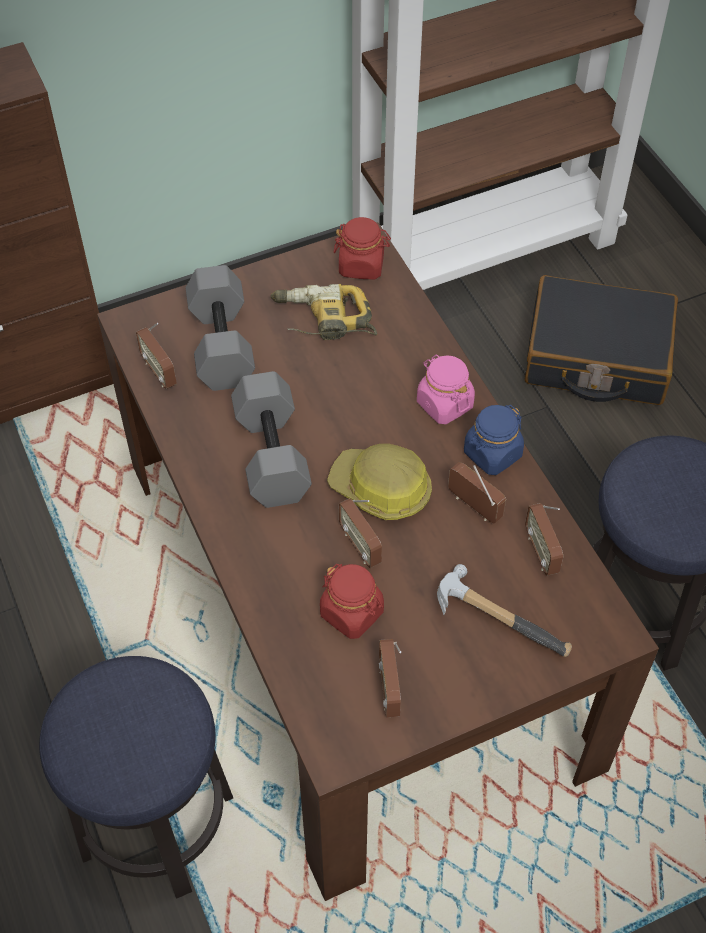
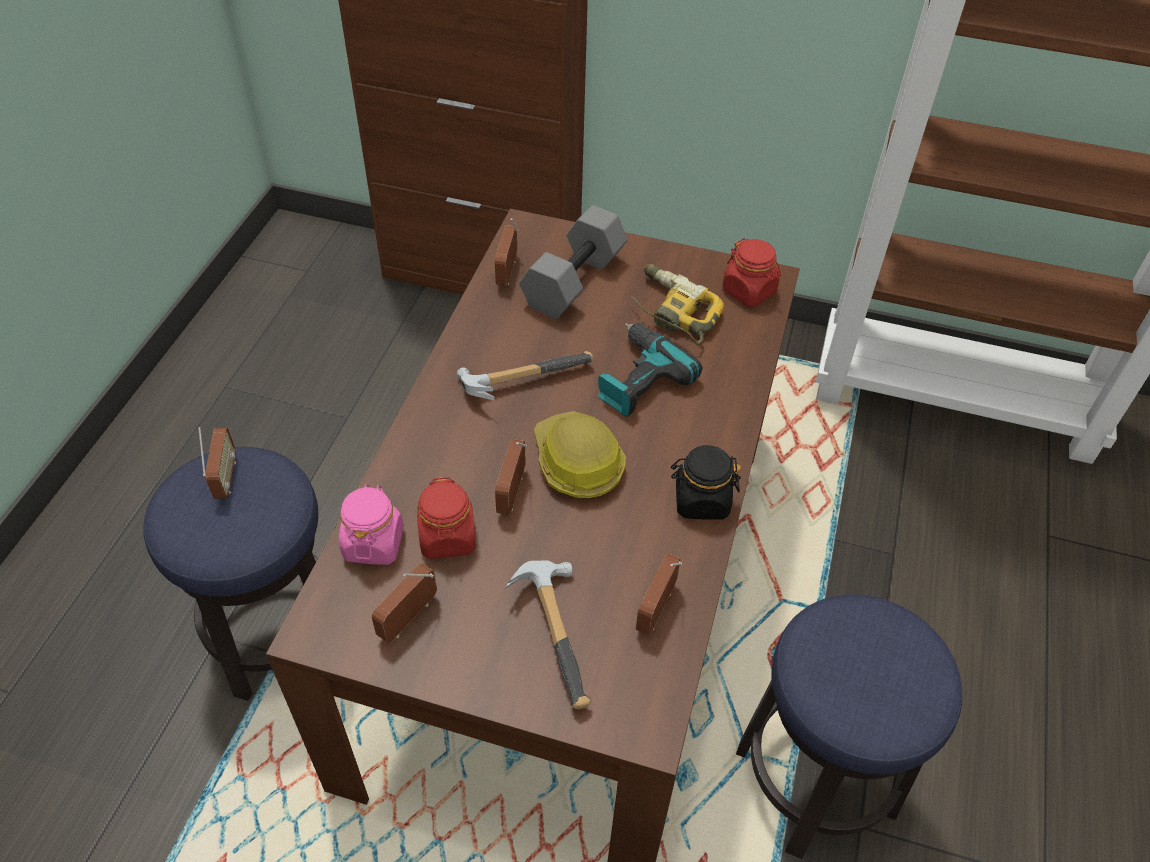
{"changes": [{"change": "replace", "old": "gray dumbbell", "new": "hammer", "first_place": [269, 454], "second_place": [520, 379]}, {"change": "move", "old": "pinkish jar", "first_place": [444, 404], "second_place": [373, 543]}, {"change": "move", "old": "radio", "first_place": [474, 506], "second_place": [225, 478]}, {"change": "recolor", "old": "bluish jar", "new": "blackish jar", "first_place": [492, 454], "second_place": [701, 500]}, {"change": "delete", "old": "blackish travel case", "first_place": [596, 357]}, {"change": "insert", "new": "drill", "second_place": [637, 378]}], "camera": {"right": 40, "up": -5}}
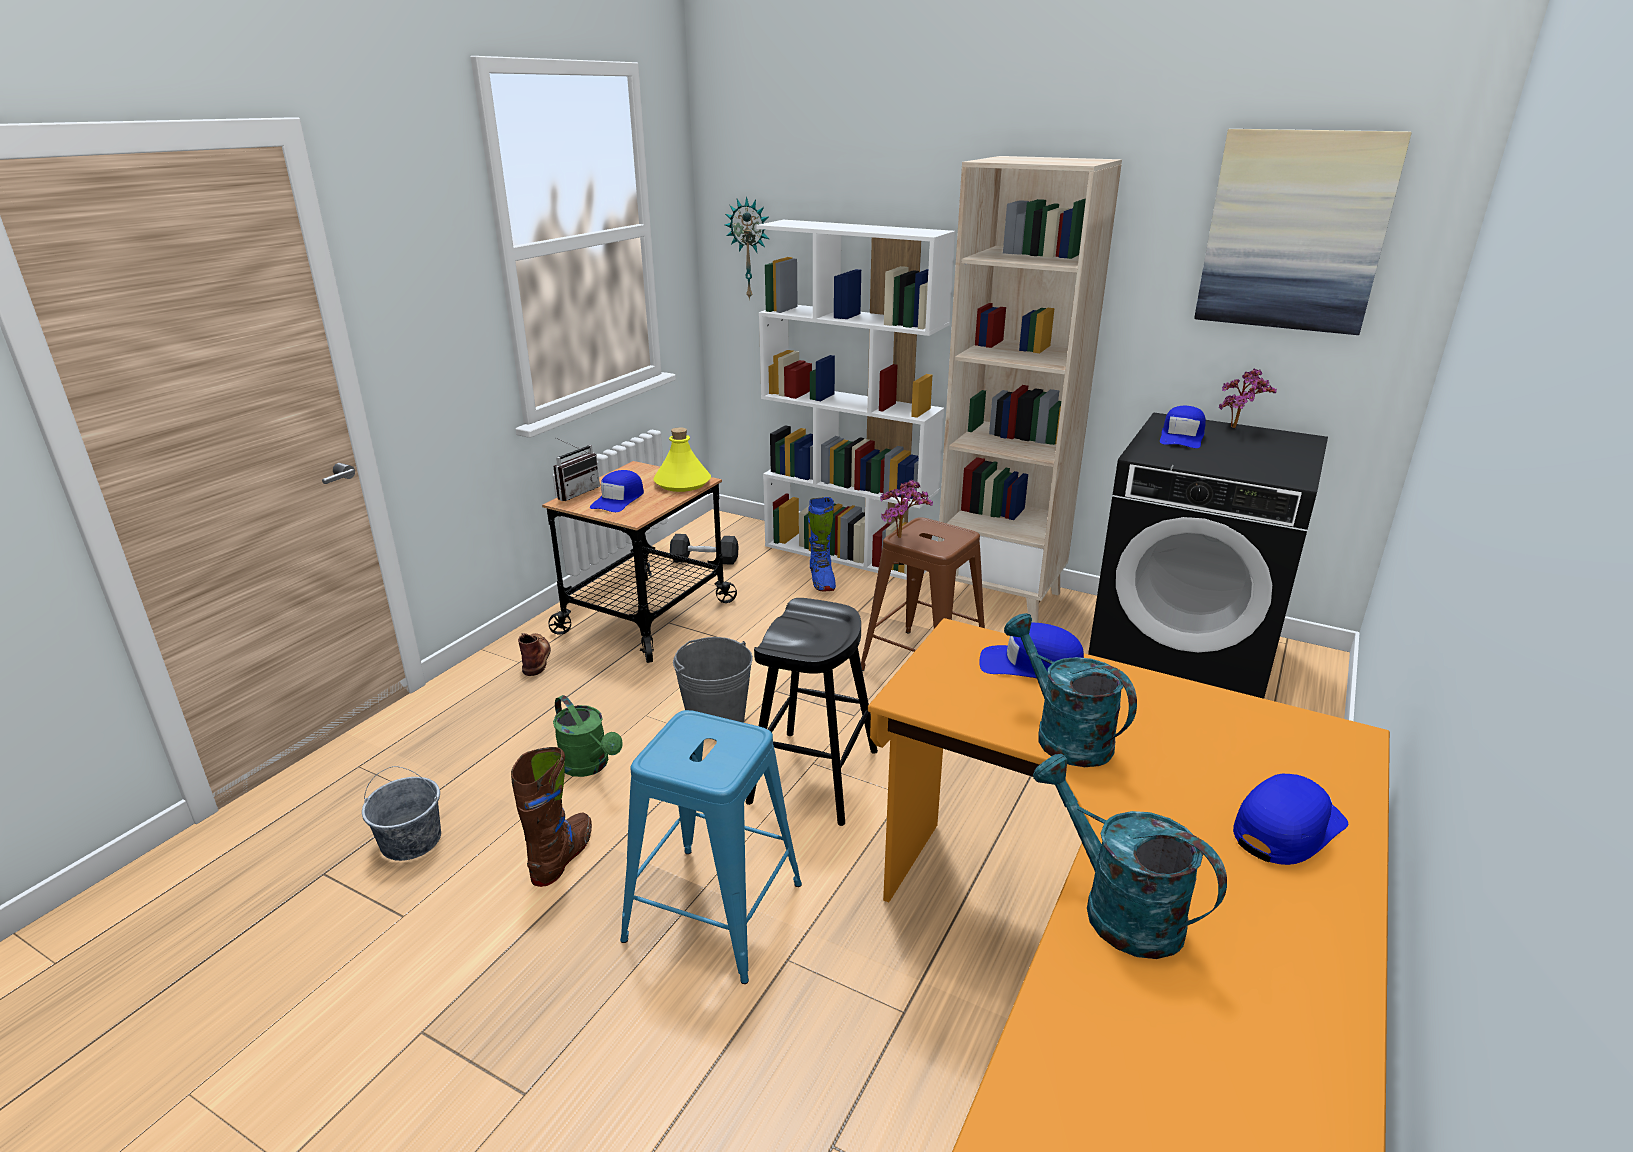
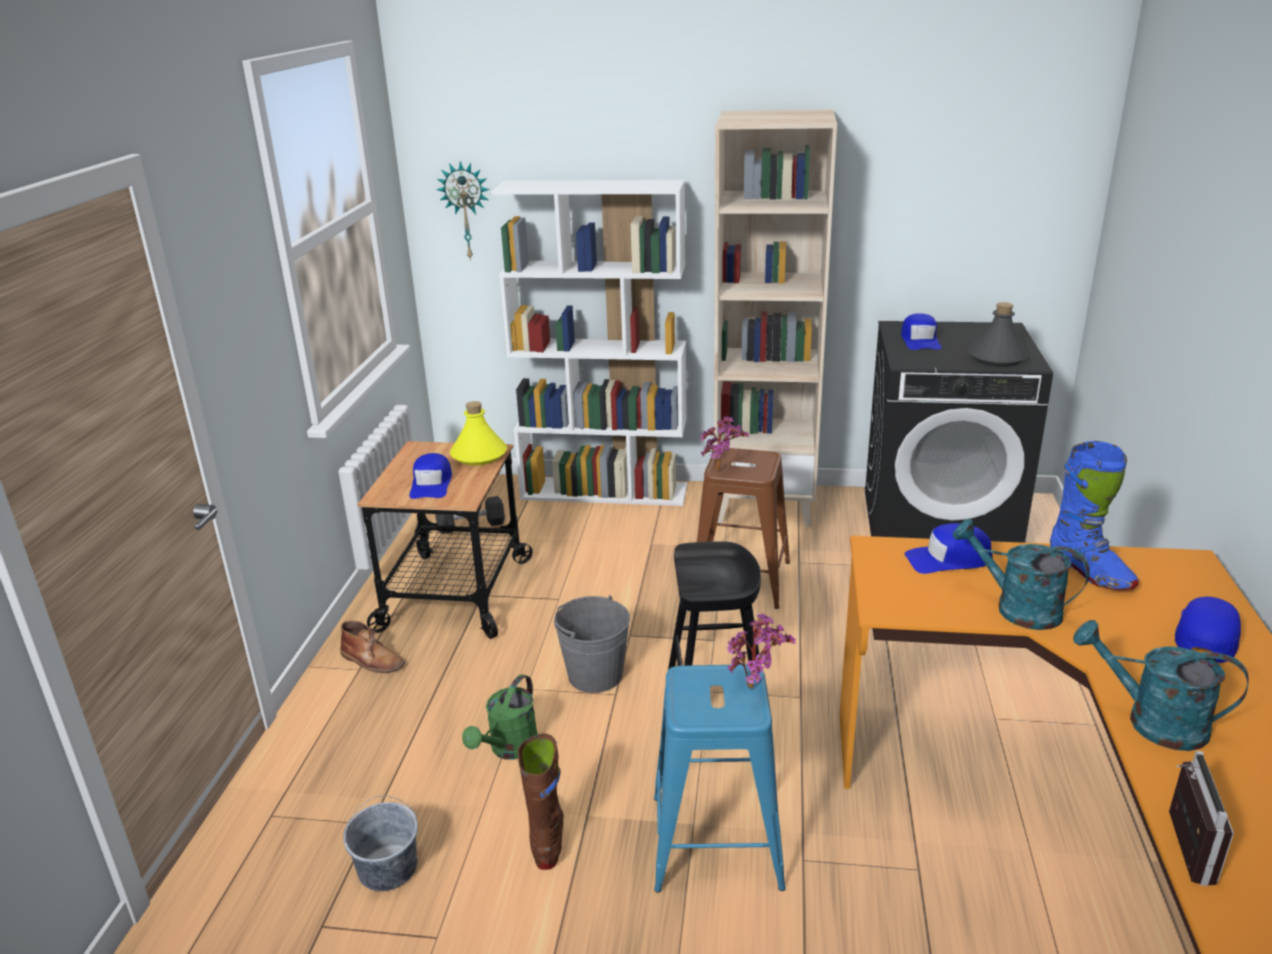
{"changes": [{"change": "rotate", "old": "brownish tall boot", "first_place": [535, 657], "second_place": [372, 660], "degrees": 150}, {"change": "move", "old": "radio", "first_place": [575, 492], "second_place": [1177, 846]}, {"change": "rotate", "old": "green-coloured watering pot", "first_place": [589, 766], "second_place": [509, 749], "degrees": 90}, {"change": "move", "old": "bluish tall boot", "first_place": [822, 581], "second_place": [1089, 572]}, {"change": "delete", "old": "picture", "first_place": [1295, 231]}, {"change": "move", "old": "plant in a pot", "first_place": [1238, 429], "second_place": [756, 688]}, {"change": "insert", "new": "gray beverage bottle", "second_place": [997, 358]}], "camera": {"right": -20, "up": 0}}
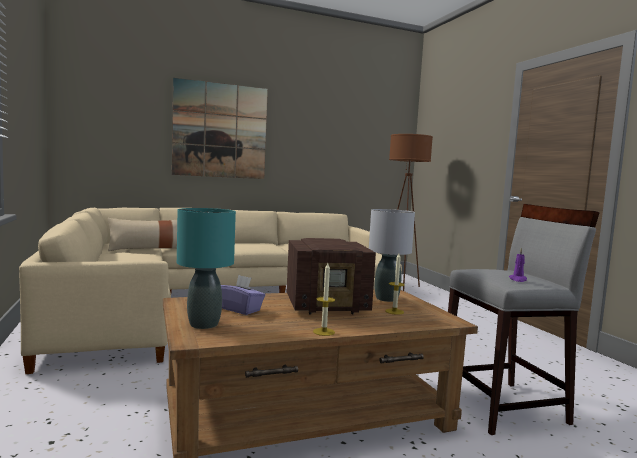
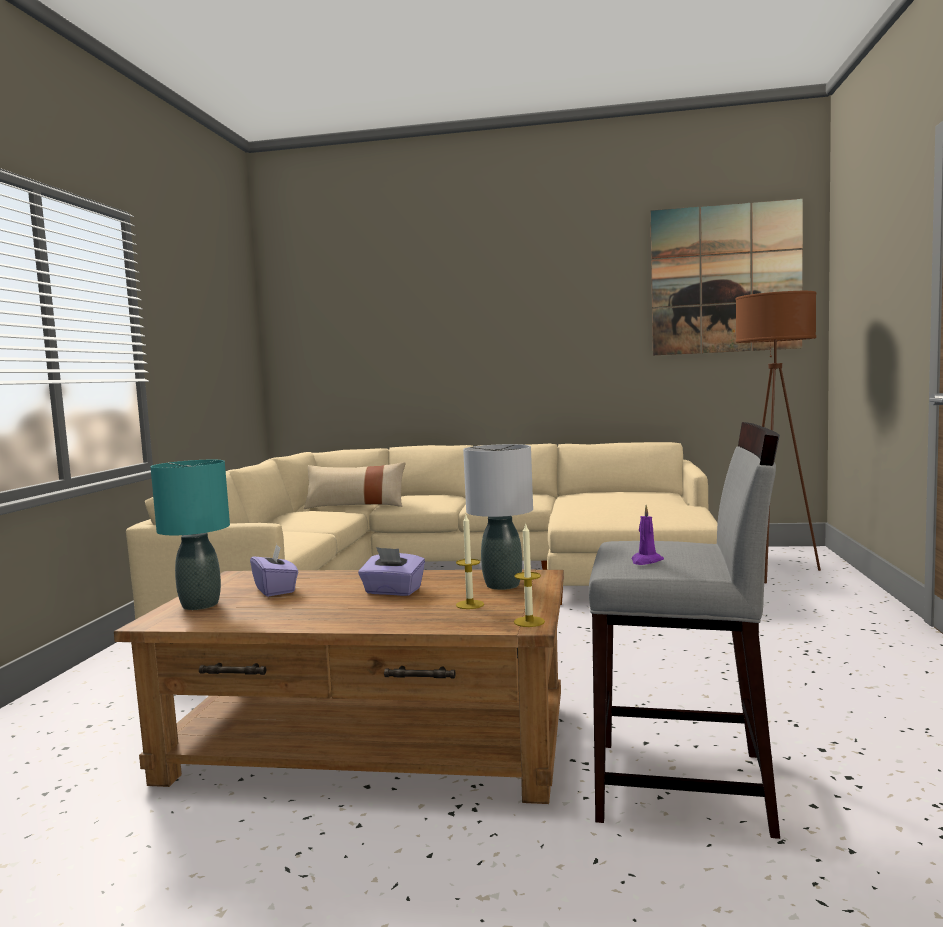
{"changes": [{"change": "move", "old": "picture", "first_place": [220, 130], "second_place": [725, 279]}, {"change": "replace", "old": "radio", "new": "purple-coloured tissue holder", "first_place": [328, 306], "second_place": [392, 591]}, {"change": "move", "old": "wax light", "first_place": [324, 332], "second_place": [529, 622]}], "camera": {"right": 30, "up": 0}}
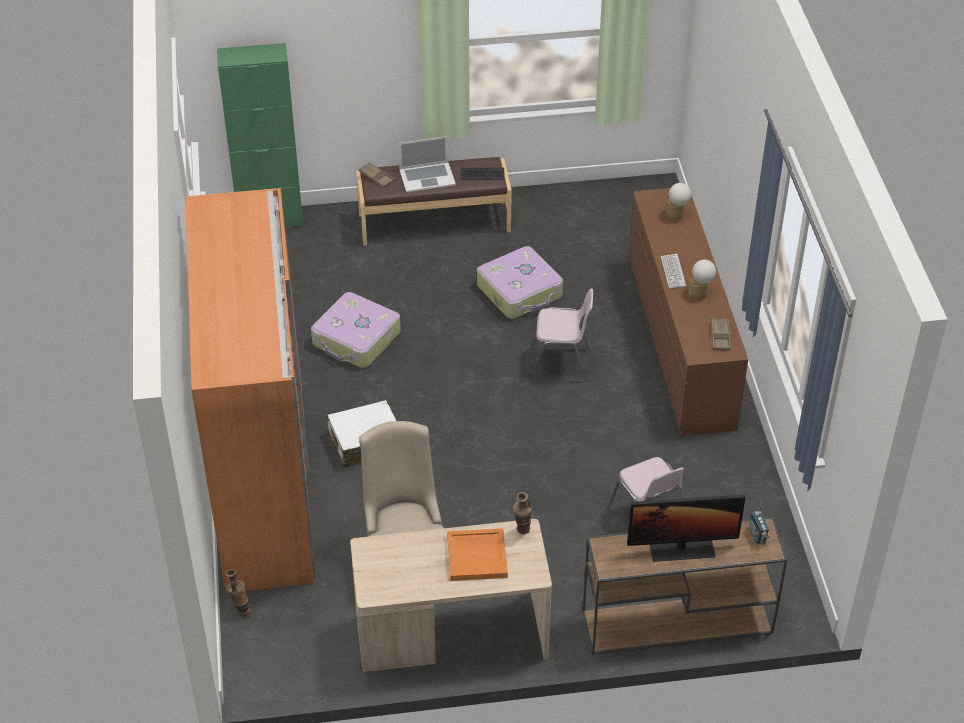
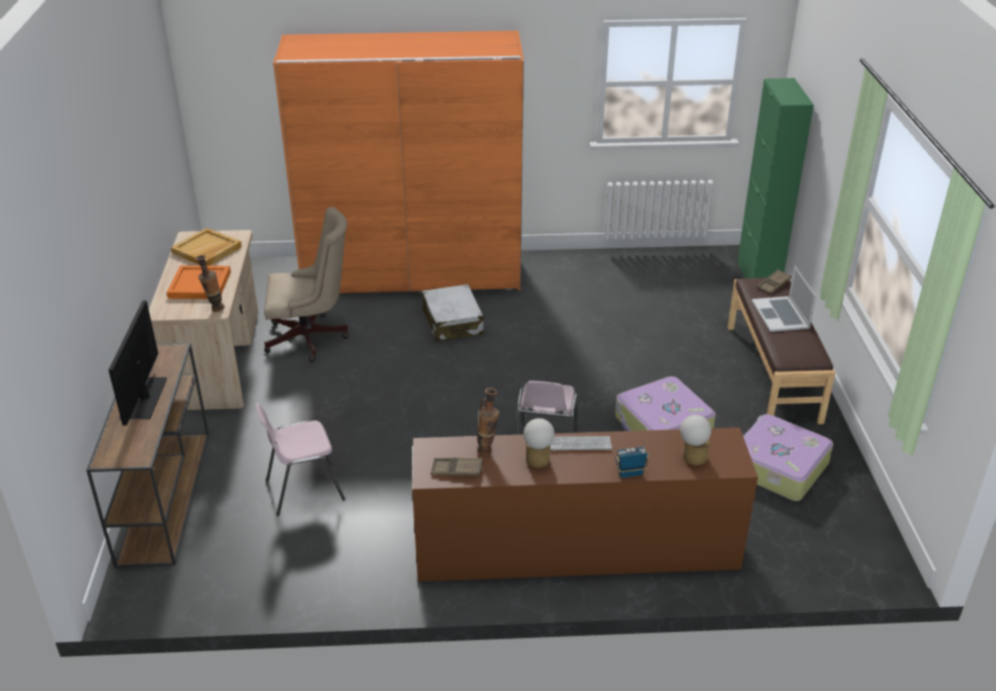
{"changes": [{"change": "move", "old": "flower vase", "first_place": [241, 611], "second_place": [487, 449]}, {"change": "move", "old": "travel case", "first_place": [356, 339], "second_place": [777, 467]}, {"change": "delete", "old": "computer keyboard", "first_place": [482, 174]}, {"change": "move", "old": "radio", "first_place": [757, 536], "second_place": [630, 474]}, {"change": "insert", "new": "sand-coloured serving tray", "second_place": [207, 250]}], "camera": {"right": 95, "up": -10}}
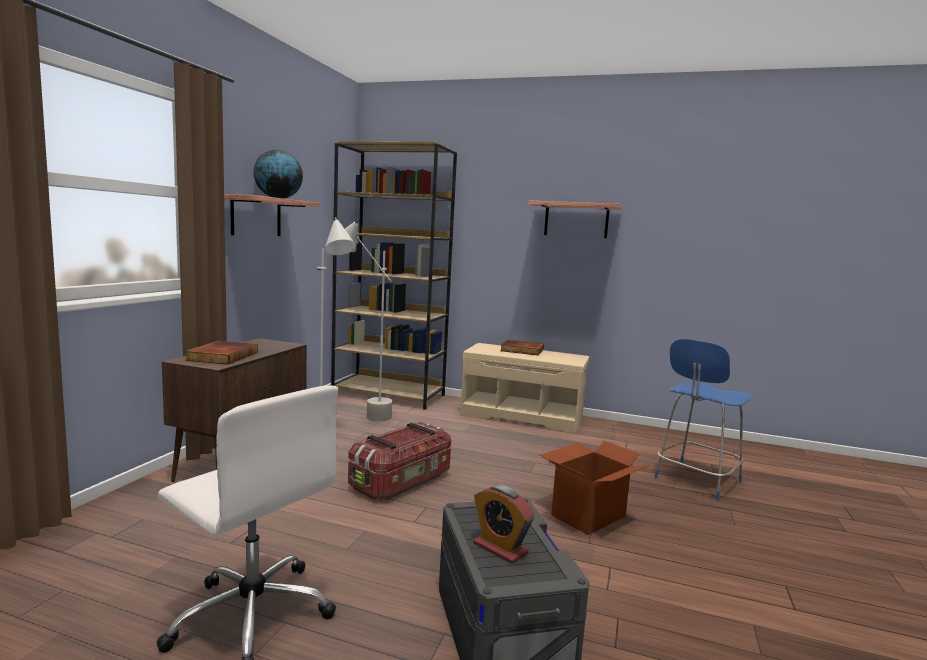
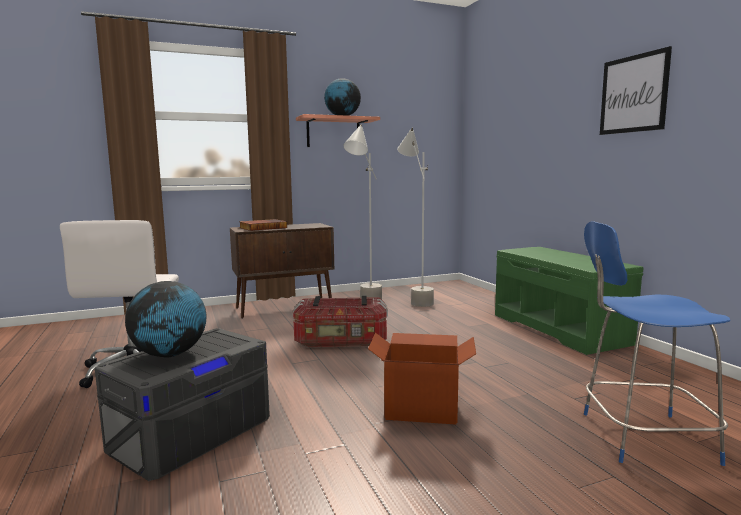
{"changes": [{"change": "delete", "old": "brownish bookcase", "first_place": [389, 395]}, {"change": "recolor", "old": "sand-coloured bench", "new": "green-coloured bench", "first_place": [523, 415], "second_place": [560, 329]}, {"change": "replace", "old": "bedside clock", "new": "desk globe", "first_place": [500, 548], "second_place": [169, 354]}, {"change": "delete", "old": "book", "first_place": [521, 350]}, {"change": "replace", "old": "bracket shelf", "new": "picture", "first_place": [576, 220], "second_place": [633, 94]}], "camera": {"right": 50, "up": 0}}
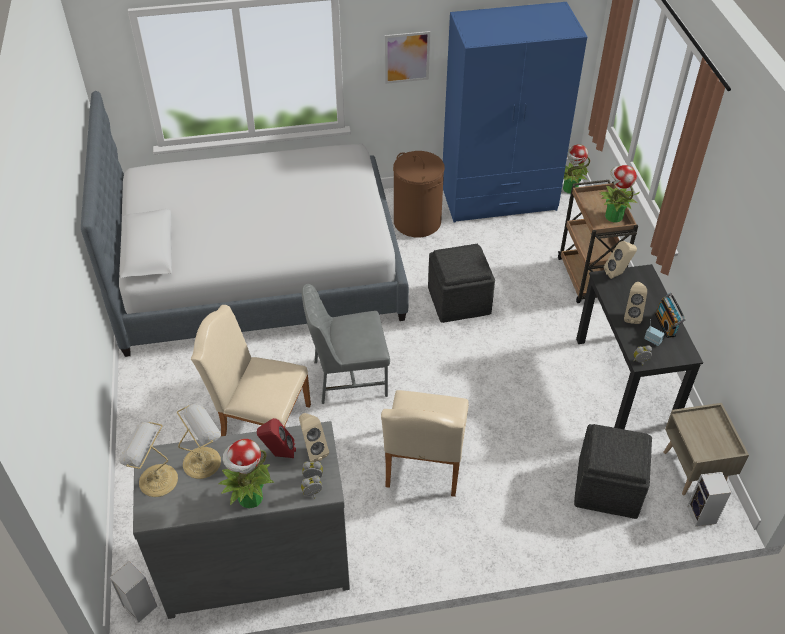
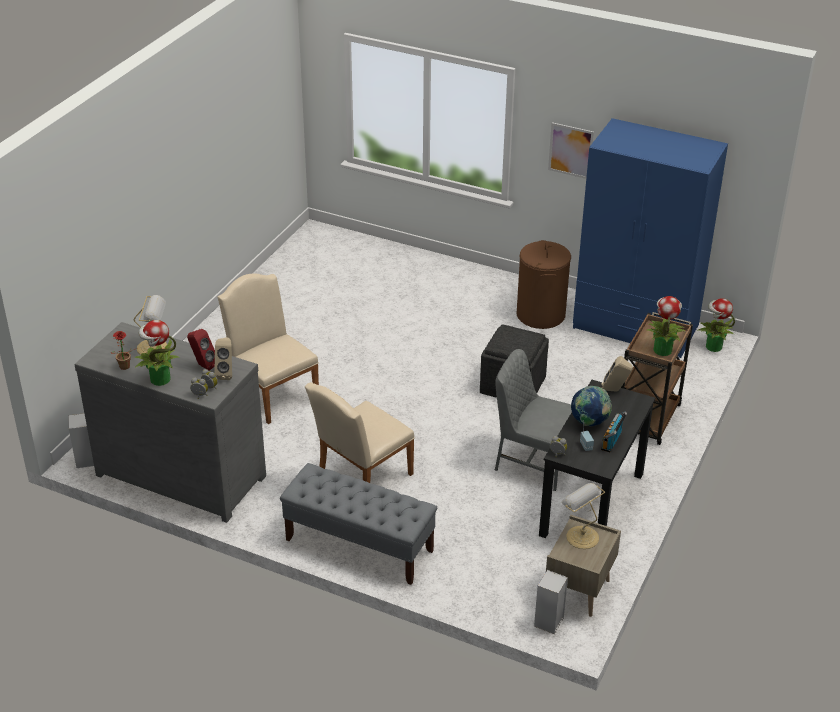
{"changes": [{"change": "delete", "old": "bedroom bed", "first_place": [259, 269]}, {"change": "move", "old": "lamp for a table", "first_place": [156, 480], "second_place": [581, 536]}, {"change": "move", "old": "gray upright chair", "first_place": [348, 377], "second_place": [533, 462]}, {"change": "delete", "old": "gray footrest", "first_place": [608, 488]}, {"change": "replace", "old": "sand-coloured speaker", "new": "desk globe", "first_place": [631, 315], "second_place": [589, 422]}, {"change": "insert", "new": "plant in a pot", "second_place": [124, 368]}, {"change": "insert", "new": "gray bench", "second_place": [358, 545]}], "camera": {"right": 35, "up": -10}}
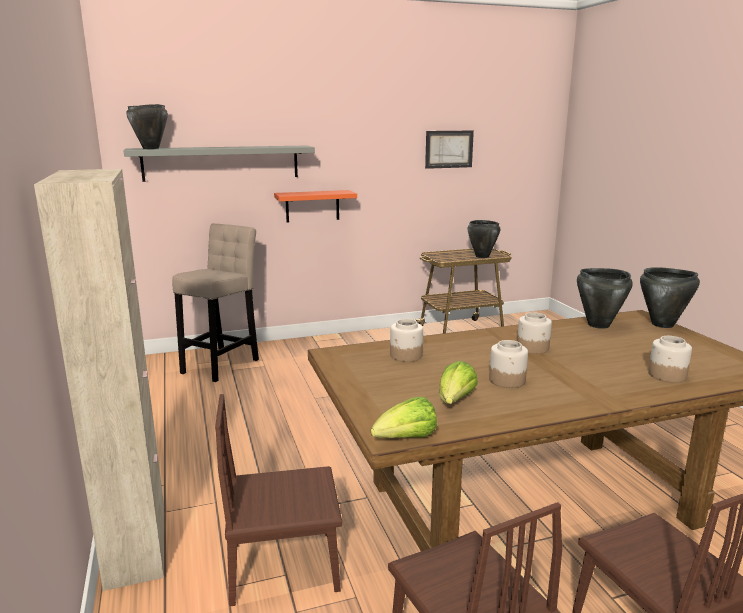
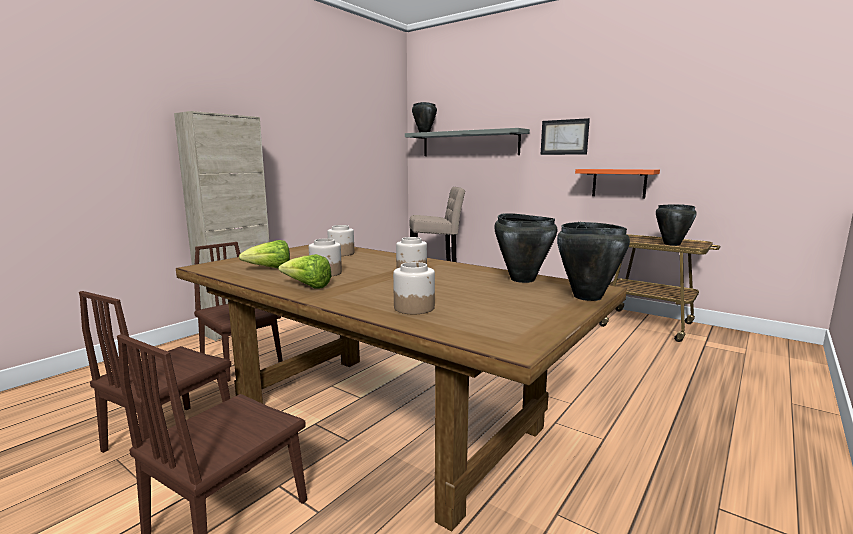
{"changes": [{"change": "move", "old": "orange-coloured bracket shelf", "first_place": [312, 206], "second_place": [619, 183]}, {"change": "move", "old": "head of lettuce", "first_place": [406, 439], "second_place": [308, 287]}, {"change": "move", "old": "picture", "first_place": [449, 149], "second_place": [564, 137]}], "camera": {"right": 55, "up": -5}}
